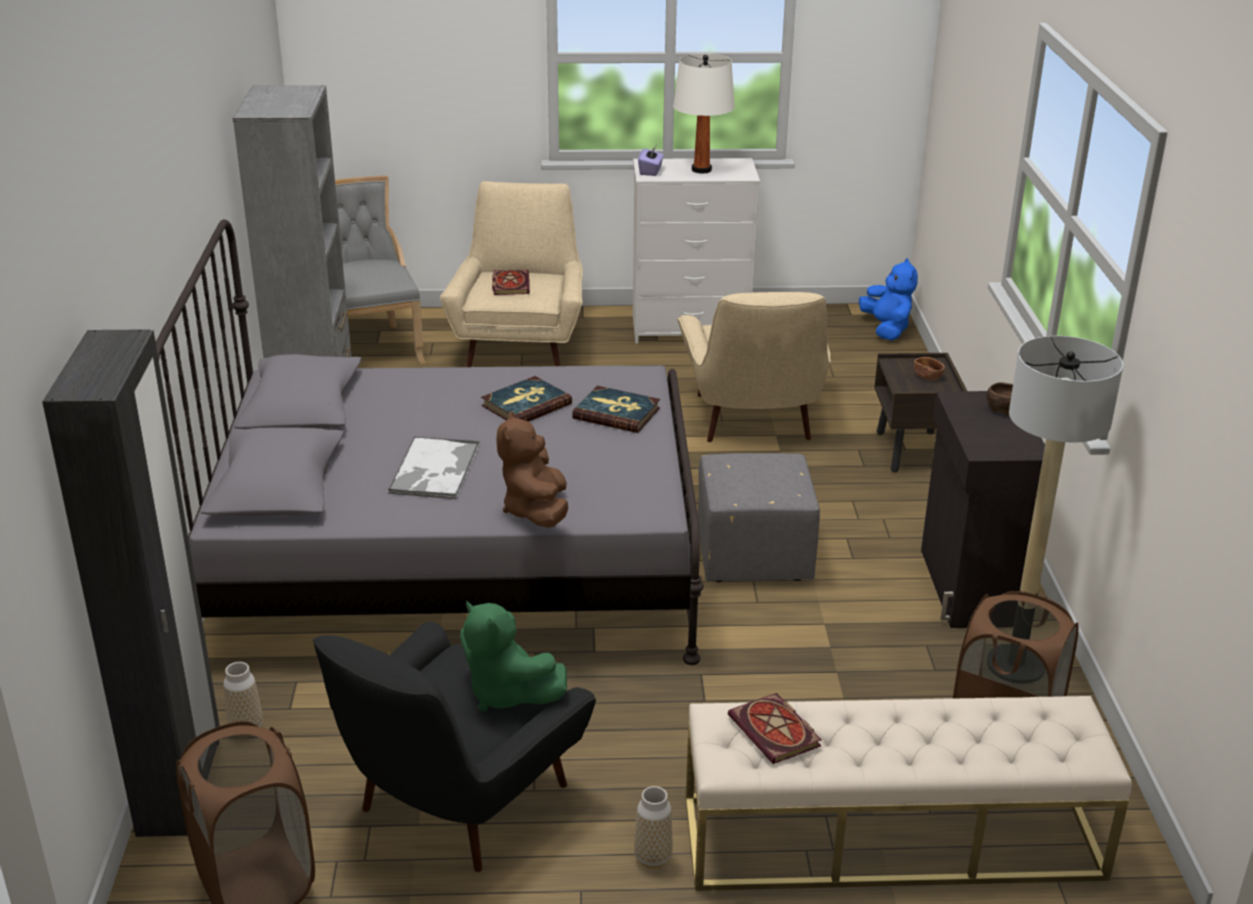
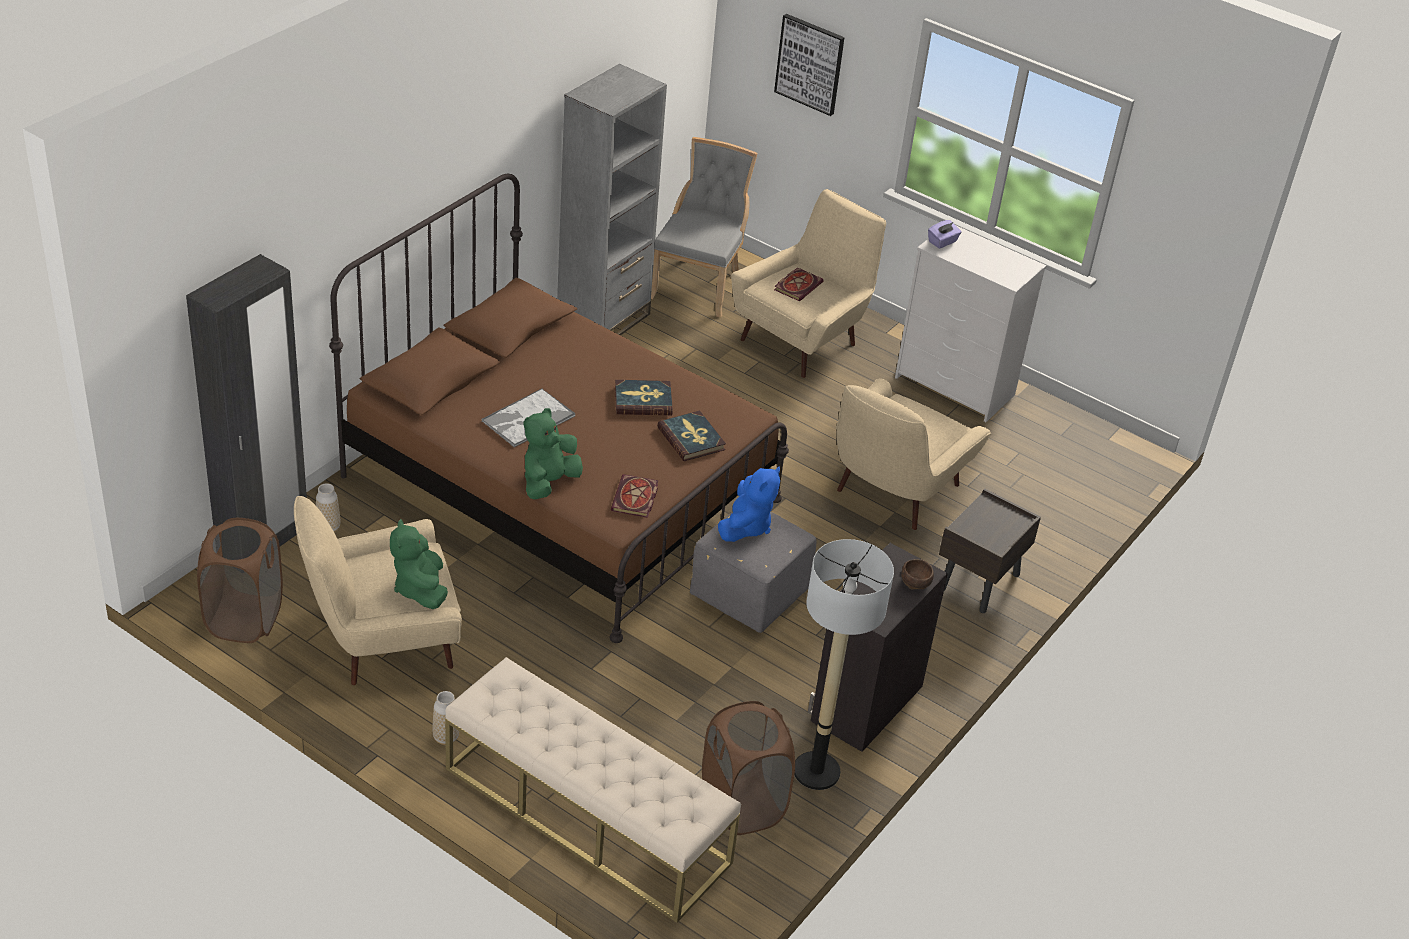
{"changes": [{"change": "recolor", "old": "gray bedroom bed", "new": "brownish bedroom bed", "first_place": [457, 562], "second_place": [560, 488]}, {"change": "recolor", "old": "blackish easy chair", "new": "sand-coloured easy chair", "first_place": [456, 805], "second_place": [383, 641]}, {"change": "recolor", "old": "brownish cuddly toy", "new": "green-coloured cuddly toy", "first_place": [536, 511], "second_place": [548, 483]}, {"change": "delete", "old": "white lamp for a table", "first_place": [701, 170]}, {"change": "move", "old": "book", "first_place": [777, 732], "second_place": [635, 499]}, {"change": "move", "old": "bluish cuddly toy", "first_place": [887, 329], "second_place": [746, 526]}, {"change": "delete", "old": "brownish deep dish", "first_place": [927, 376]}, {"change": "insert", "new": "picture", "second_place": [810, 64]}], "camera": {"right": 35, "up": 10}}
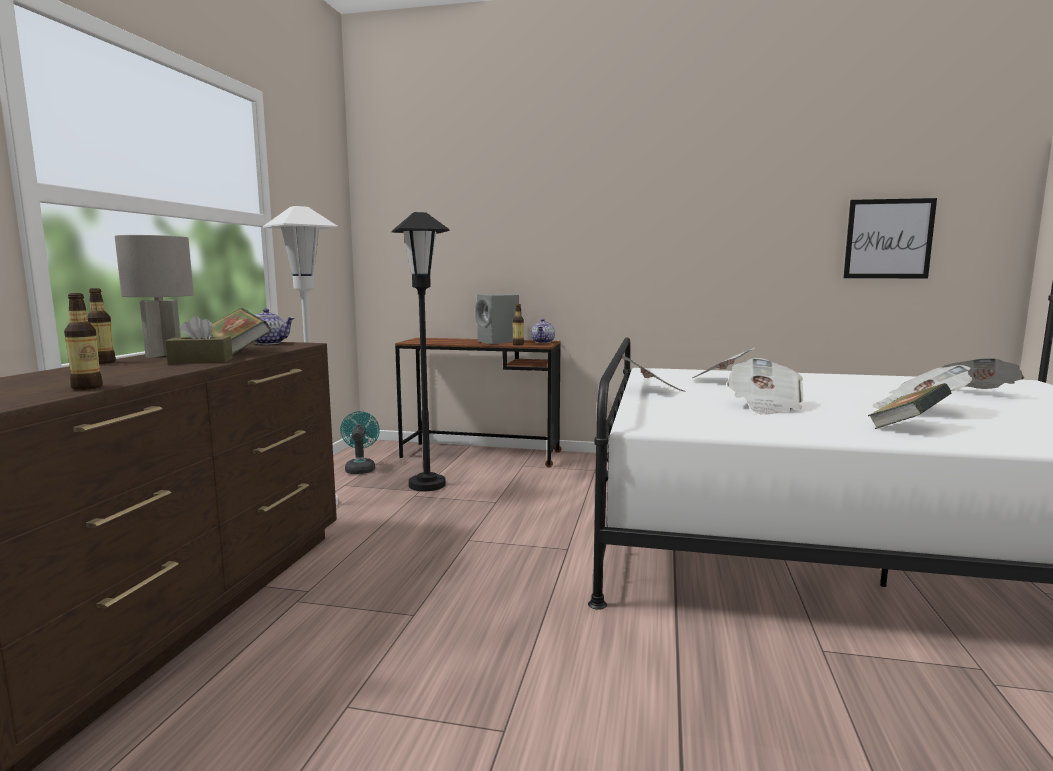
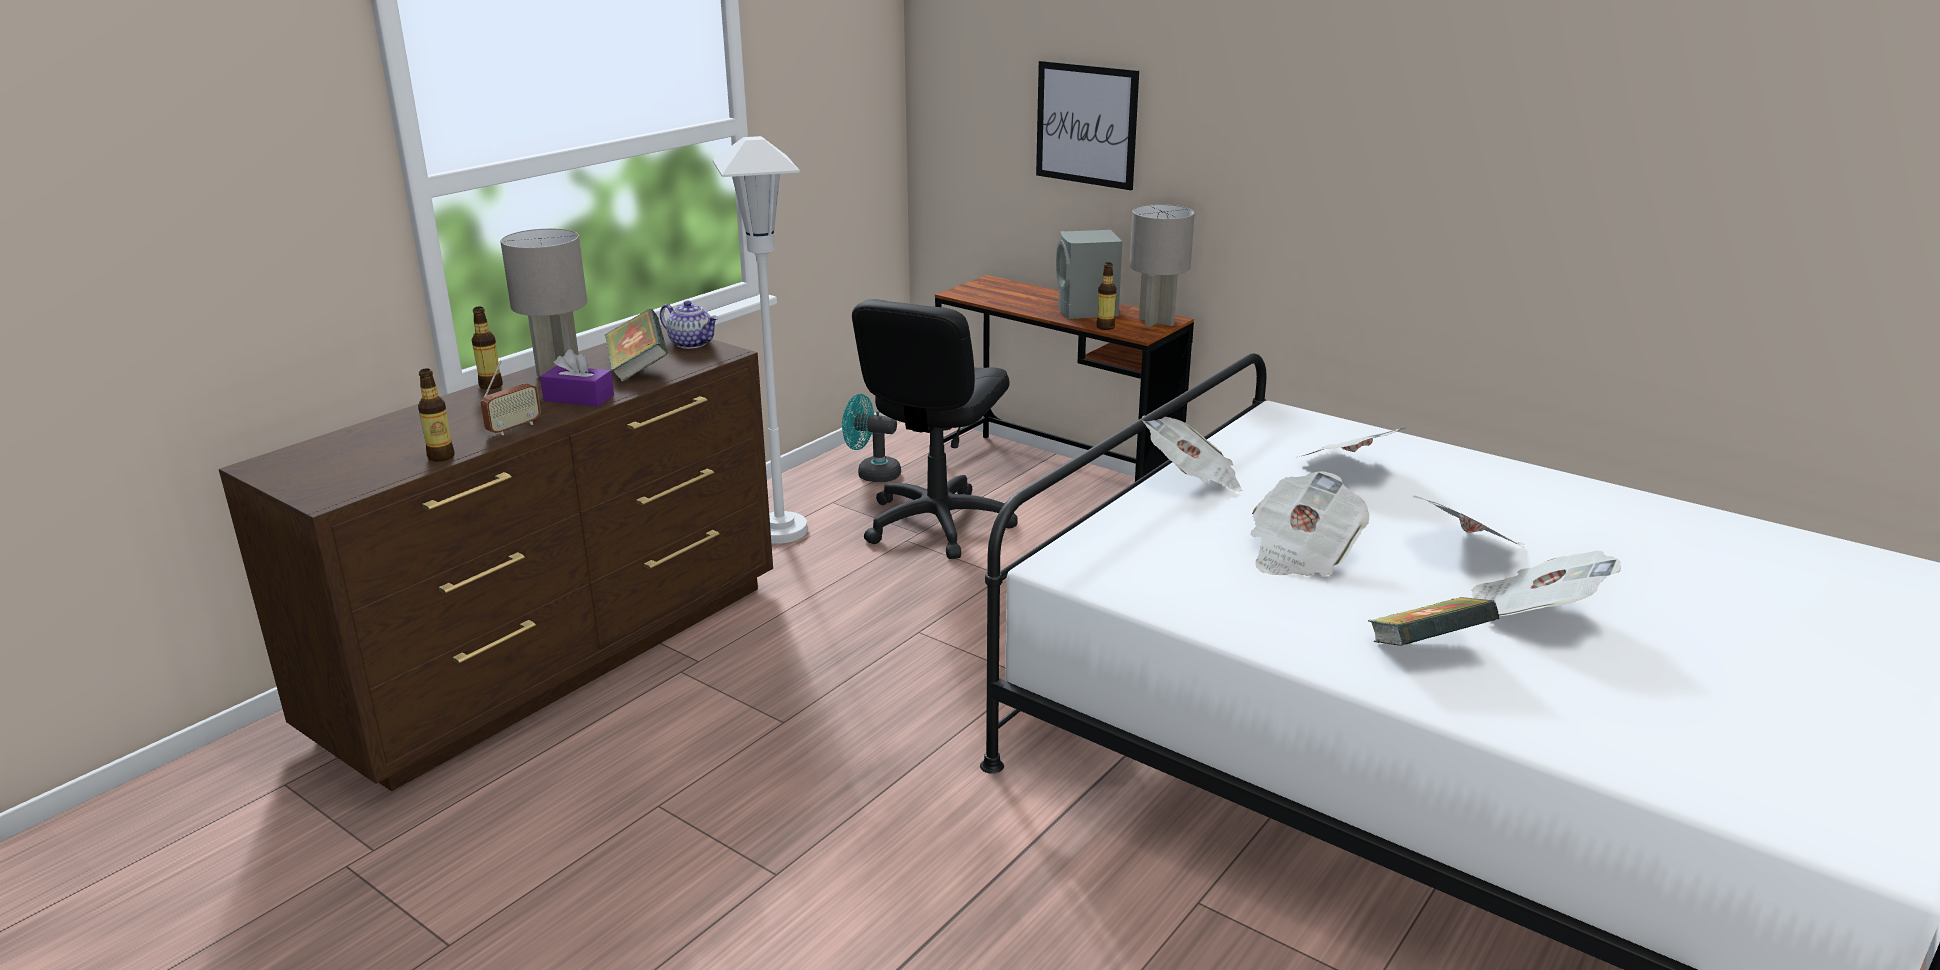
{"changes": [{"change": "recolor", "old": "brownish tissue holder", "new": "purple-coloured tissue holder", "first_place": [201, 361], "second_place": [579, 398]}, {"change": "rotate", "old": "turquoise electric fan", "first_place": [360, 468], "second_place": [872, 473], "degrees": -90}, {"change": "replace", "old": "blackish standing lamp", "new": "blackish computer chair", "first_place": [427, 485], "second_place": [936, 524]}, {"change": "replace", "old": "pot for tea", "new": "gray lamp for a table", "first_place": [543, 342], "second_place": [1157, 322]}, {"change": "move", "old": "picture", "first_place": [888, 239], "second_place": [1086, 124]}, {"change": "move", "old": "printed paper", "first_place": [979, 393], "second_place": [1469, 550]}, {"change": "insert", "new": "radio", "second_place": [514, 428]}], "camera": {"right": 25, "up": 15}}
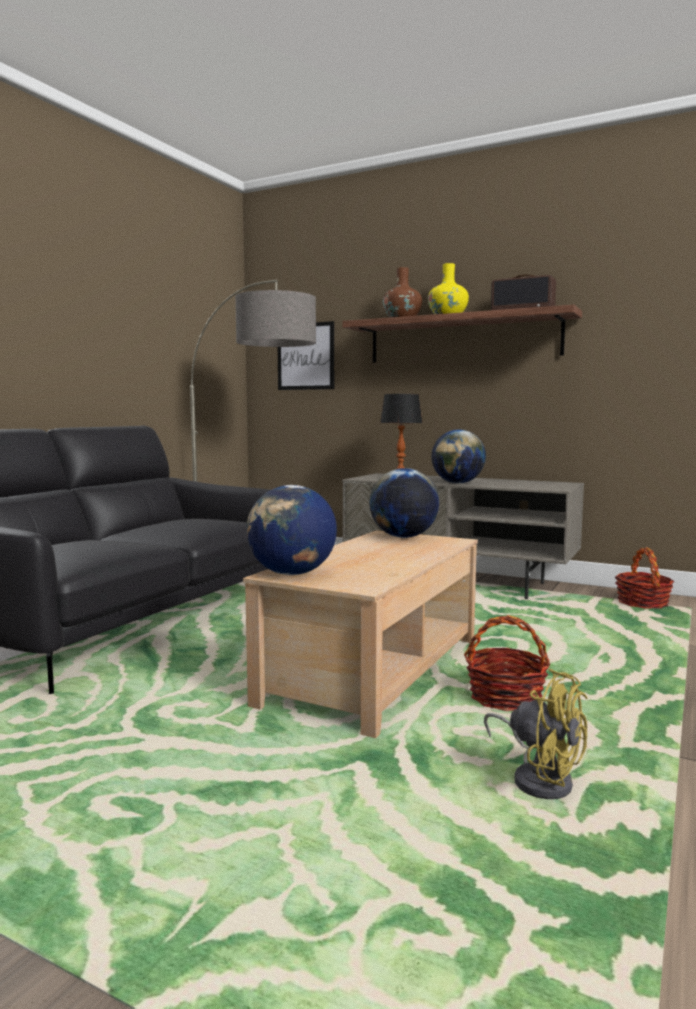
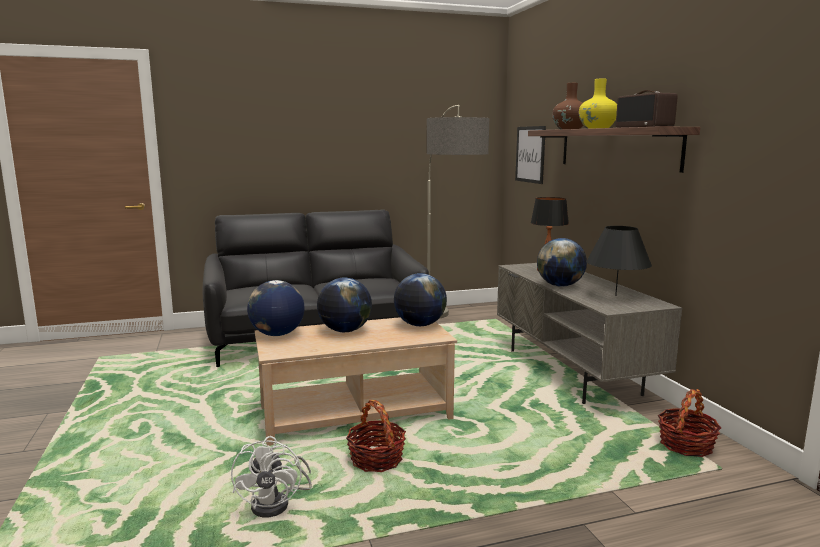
{"changes": [{"change": "recolor", "old": "yellow electric fan", "new": "white electric fan", "first_place": [538, 778], "second_place": [277, 504]}, {"change": "insert", "new": "desk globe", "second_place": [345, 331]}, {"change": "insert", "new": "blackish lamp for a table", "second_place": [615, 296]}], "camera": {"right": 45, "up": 5}}
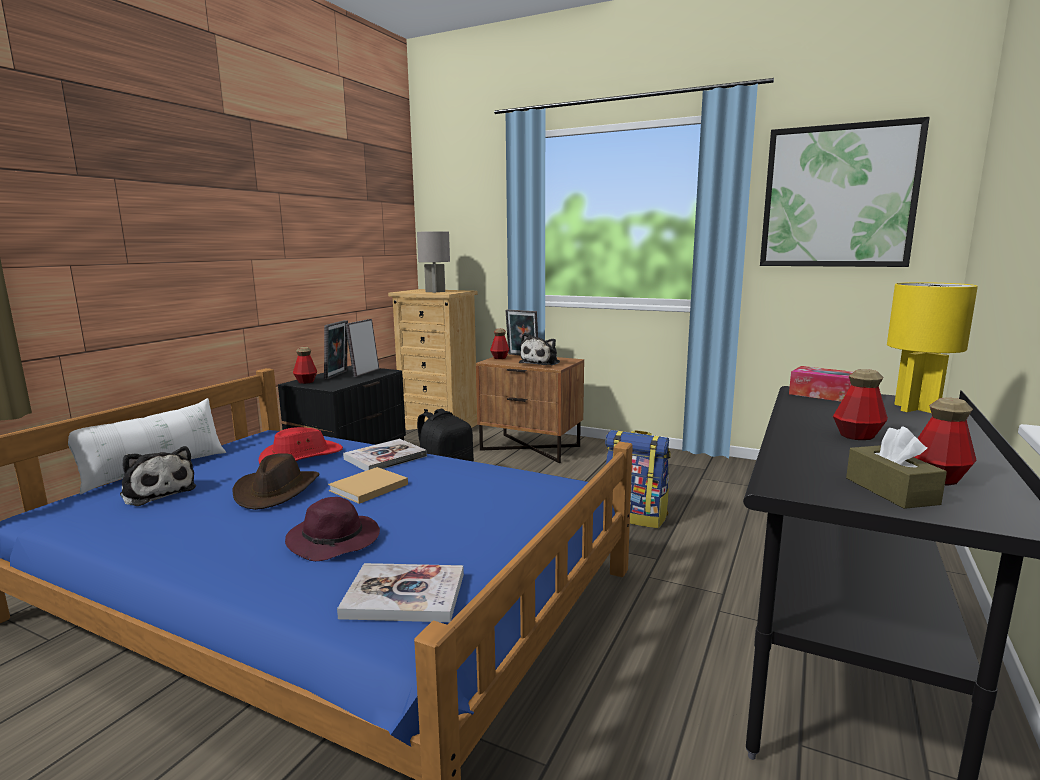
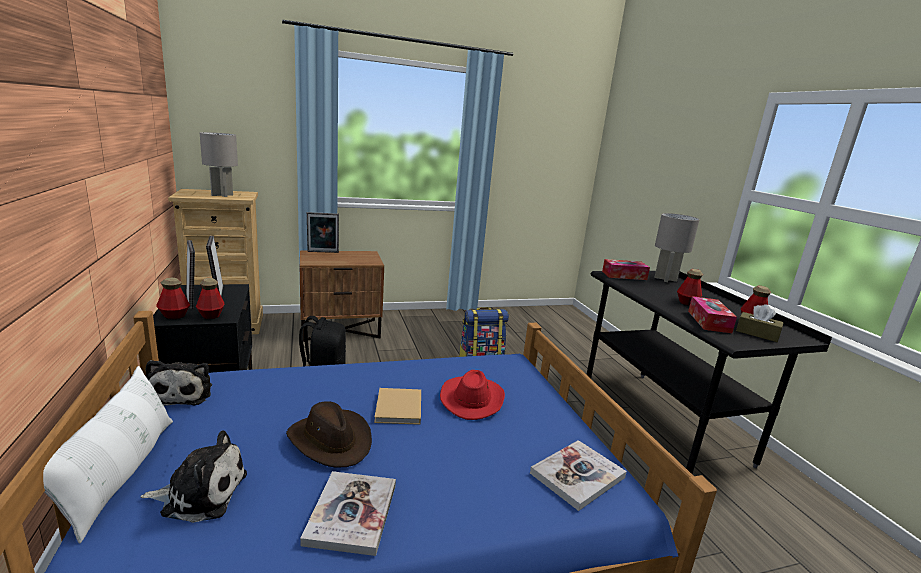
{"changes": [{"change": "move", "old": "reddish wearable hat", "first_place": [301, 456], "second_place": [472, 399]}, {"change": "delete", "old": "purple-coloured wearable hat", "first_place": [335, 541]}, {"change": "move", "old": "book", "first_place": [385, 457], "second_place": [352, 513]}, {"change": "move", "old": "beverage bottle", "first_place": [499, 358], "second_place": [211, 315]}, {"change": "move", "old": "cuddly toy", "first_place": [541, 363], "second_place": [183, 394]}, {"change": "delete", "old": "picture", "first_place": [838, 197]}, {"change": "recolor", "old": "yellow lamp for a table", "new": "gray lamp for a table", "first_place": [916, 408], "second_place": [665, 279]}, {"change": "insert", "new": "tissue holder", "second_place": [709, 321]}], "camera": {"right": -45, "up": 5}}
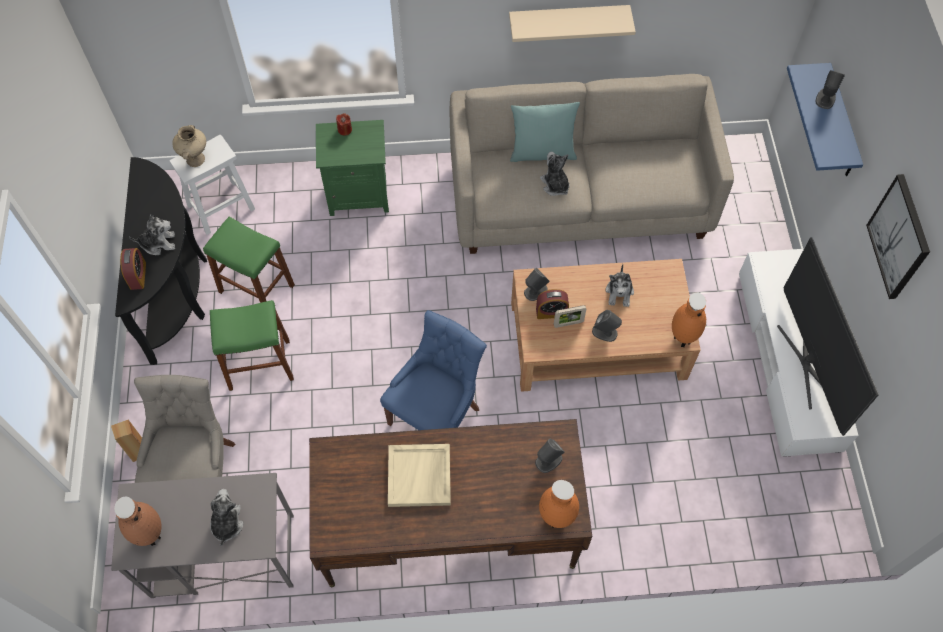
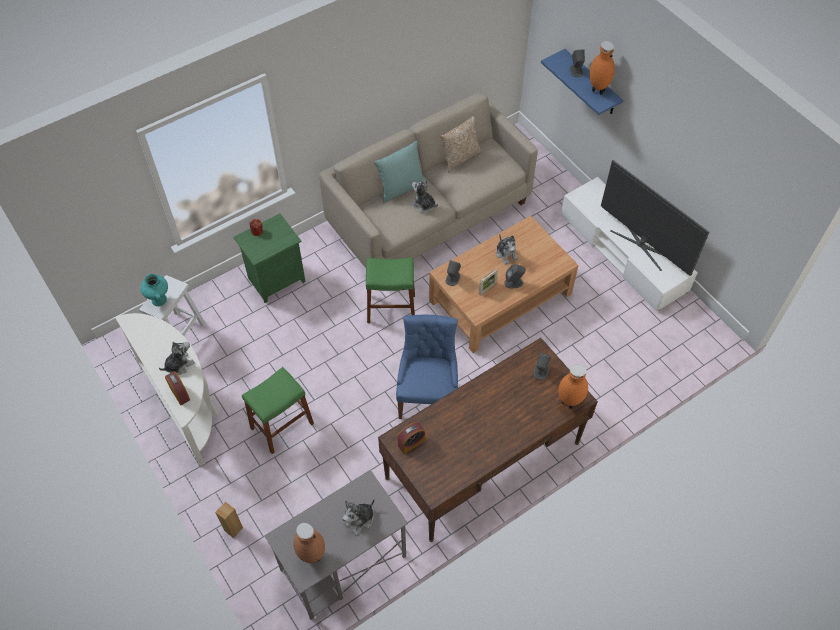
{"changes": [{"change": "recolor", "old": "blackish console table", "new": "white console table", "first_place": [179, 290], "second_place": [186, 406]}, {"change": "delete", "old": "gray upright chair", "first_place": [198, 470]}, {"change": "recolor", "old": "sand-coloured flower vase", "new": "turquoise flower vase", "first_place": [196, 160], "second_place": [159, 300]}, {"change": "move", "old": "green-coloured sitting stool", "first_place": [256, 288], "second_place": [391, 308]}, {"change": "rotate", "old": "cuddly toy", "first_place": [226, 523], "second_place": [359, 519], "degrees": -105}, {"change": "delete", "old": "sand-coloured serving tray", "first_place": [420, 477]}, {"change": "delete", "old": "sand-coloured bracket shelf", "first_place": [568, 21]}, {"change": "move", "old": "bedside clock", "first_place": [551, 312], "second_place": [411, 443]}, {"change": "move", "old": "orange-coloured flower vase", "first_place": [681, 338], "second_place": [597, 90]}, {"change": "delete", "old": "picture", "first_place": [899, 237]}, {"change": "insert", "new": "pillow", "second_place": [460, 158]}], "camera": {"right": -30, "up": -5}}
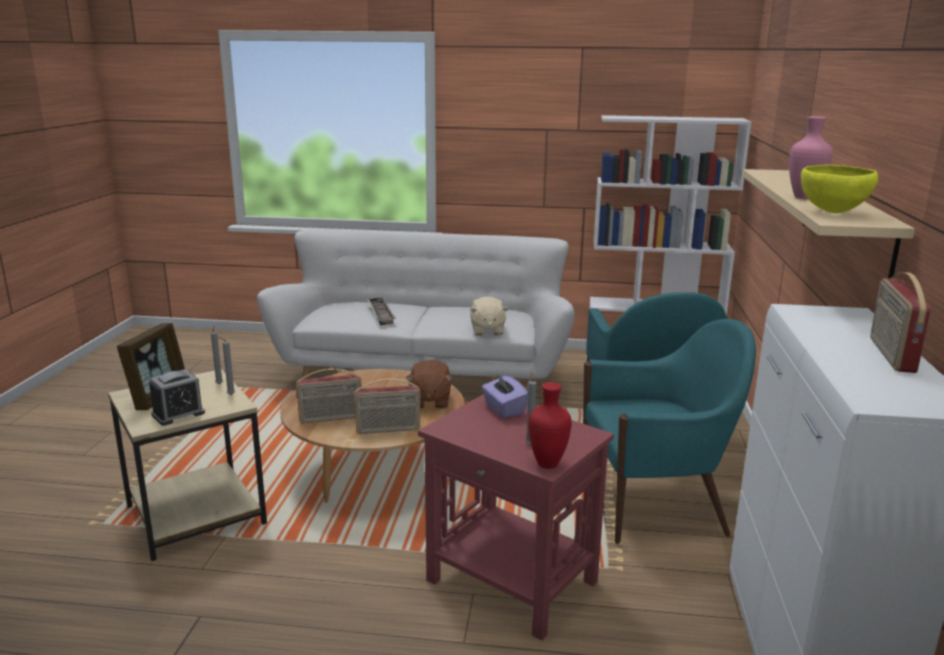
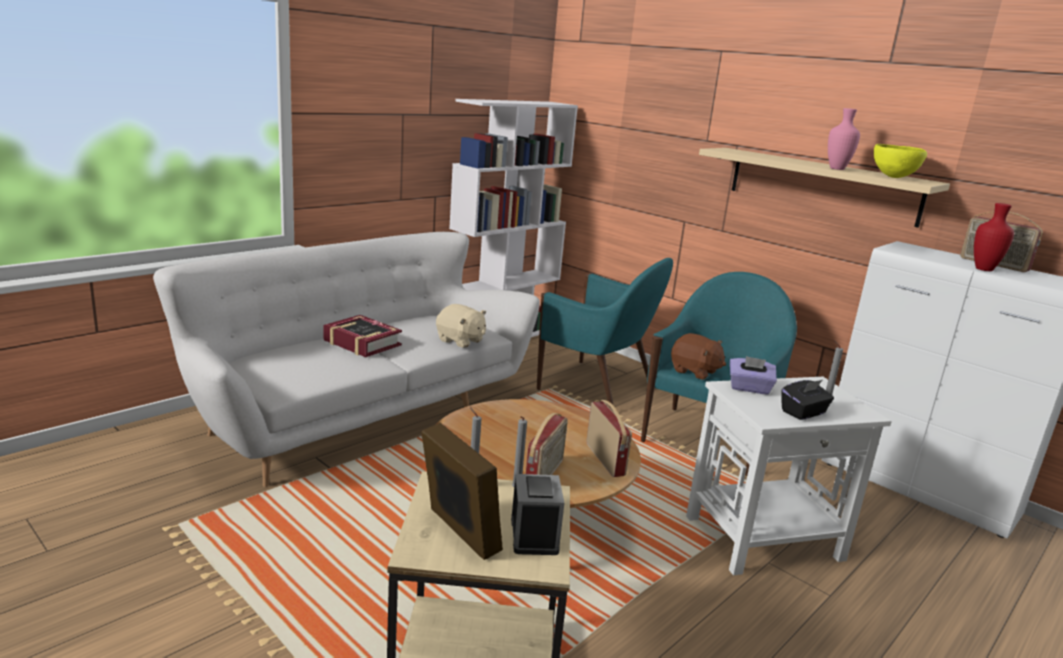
{"changes": [{"change": "rotate", "old": "radio", "first_place": [388, 430], "second_place": [606, 459], "degrees": -45}, {"change": "delete", "old": "serving tray", "first_place": [380, 314]}, {"change": "move", "old": "brownish cuddly toy", "first_place": [429, 401], "second_place": [694, 371]}, {"change": "recolor", "old": "reddish side table", "new": "white side table", "first_place": [511, 582], "second_place": [764, 539]}, {"change": "move", "old": "reddish flower vase", "first_place": [546, 464], "second_place": [983, 269]}, {"change": "insert", "new": "book", "second_place": [362, 343]}, {"change": "insert", "new": "blackish tissue holder", "second_place": [803, 413]}], "camera": {"right": -55, "up": 0}}
